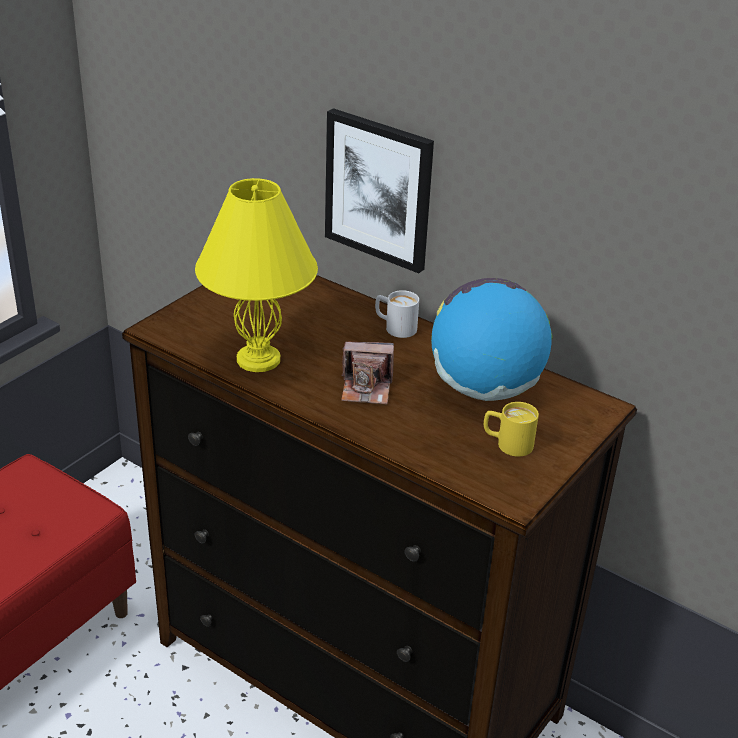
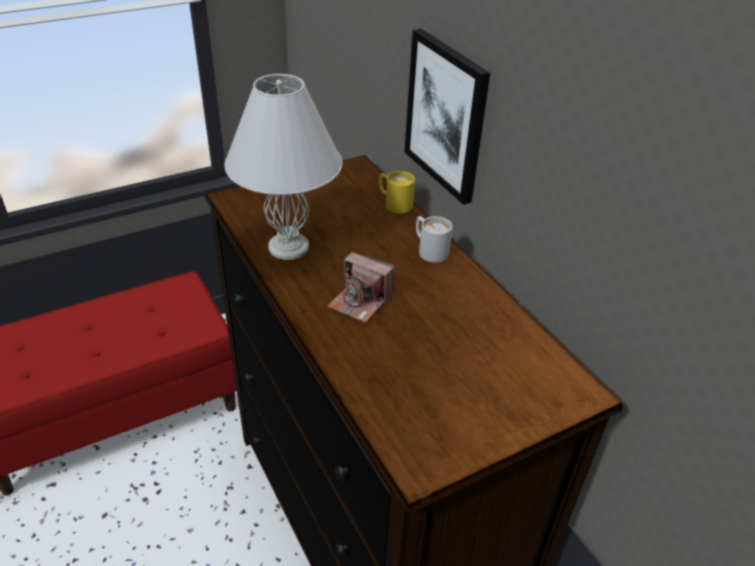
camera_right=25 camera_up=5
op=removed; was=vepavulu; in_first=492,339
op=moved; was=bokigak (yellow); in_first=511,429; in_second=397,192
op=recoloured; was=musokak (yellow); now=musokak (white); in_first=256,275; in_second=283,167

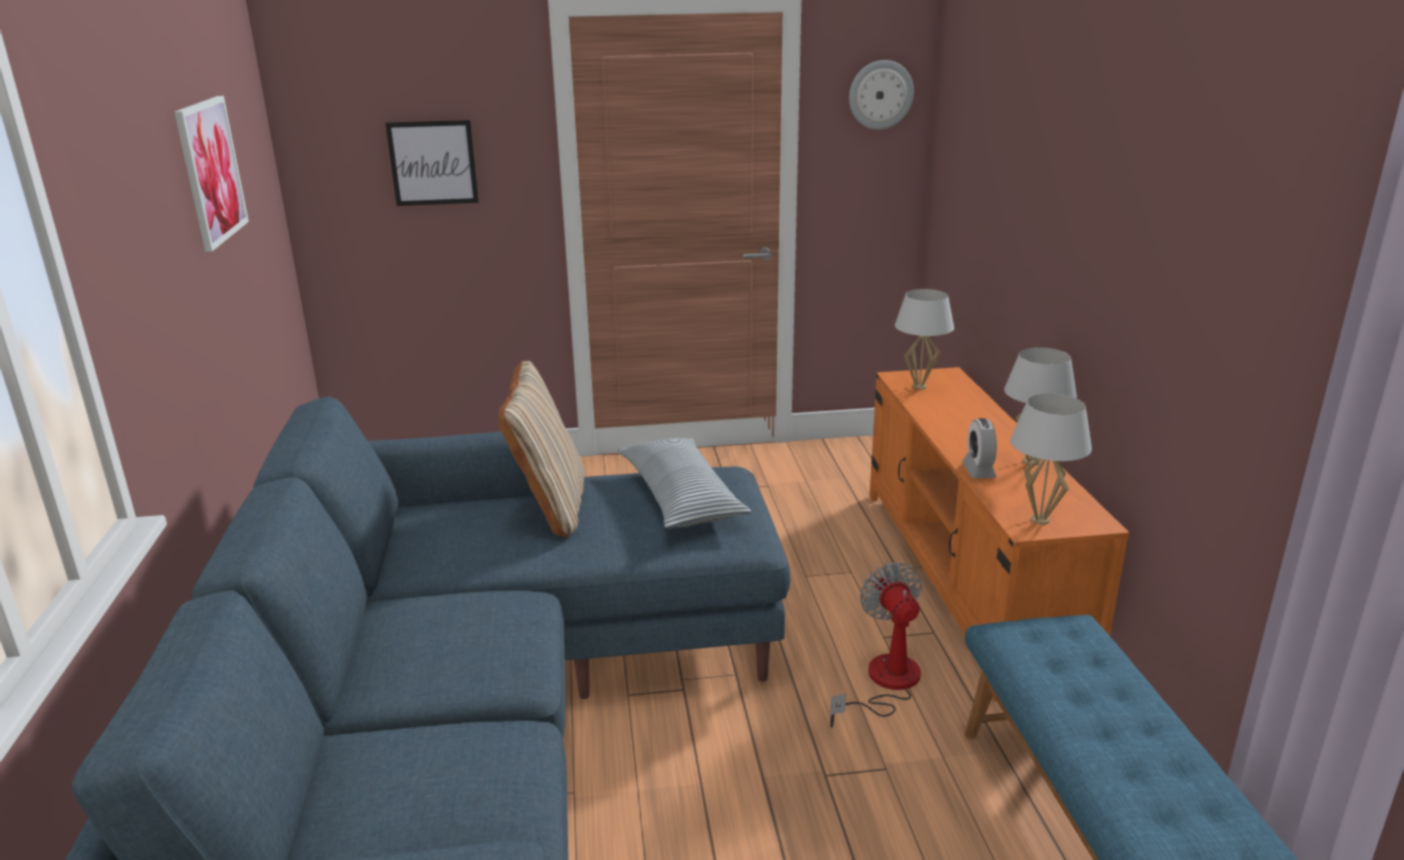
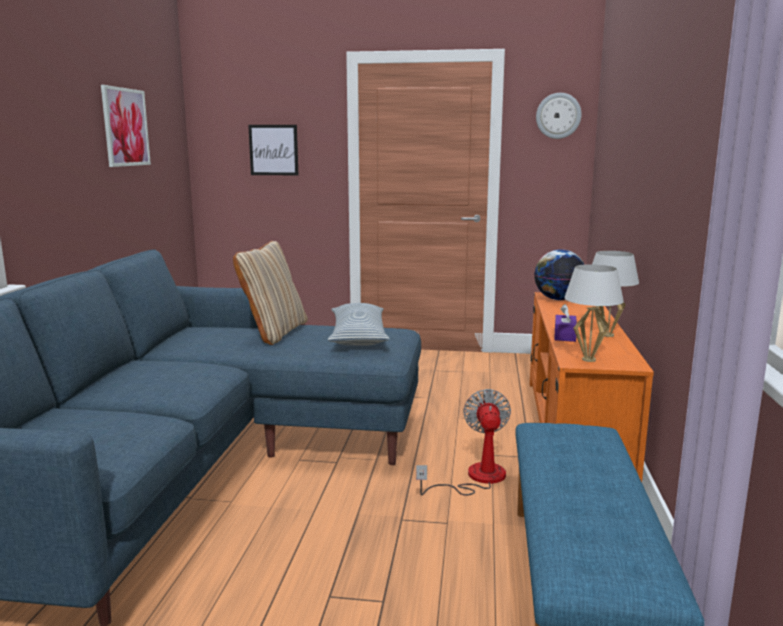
camera_right=15 camera_up=-10
op=replaced; was=musokak (white); now=vepavulu; in_first=924,339; in_second=559,274
op=replaced; was=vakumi; now=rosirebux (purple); in_first=979,448; in_second=566,323

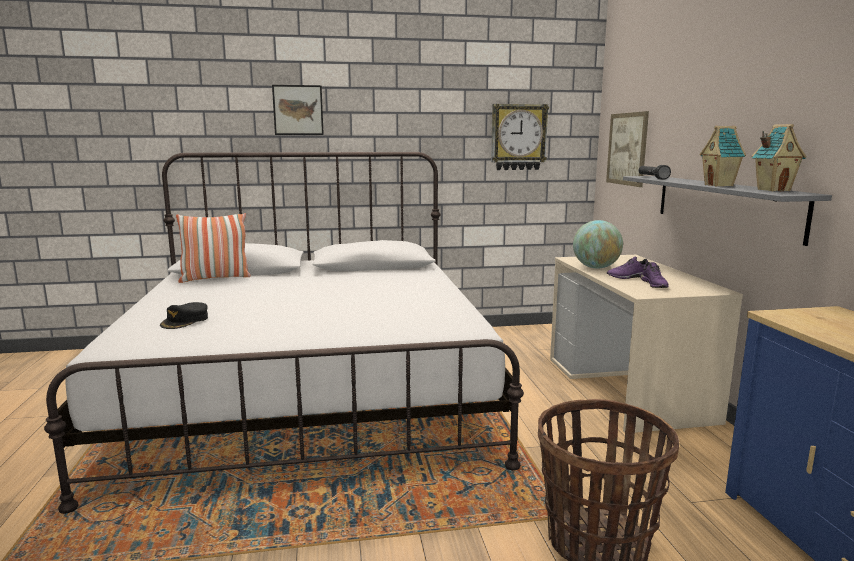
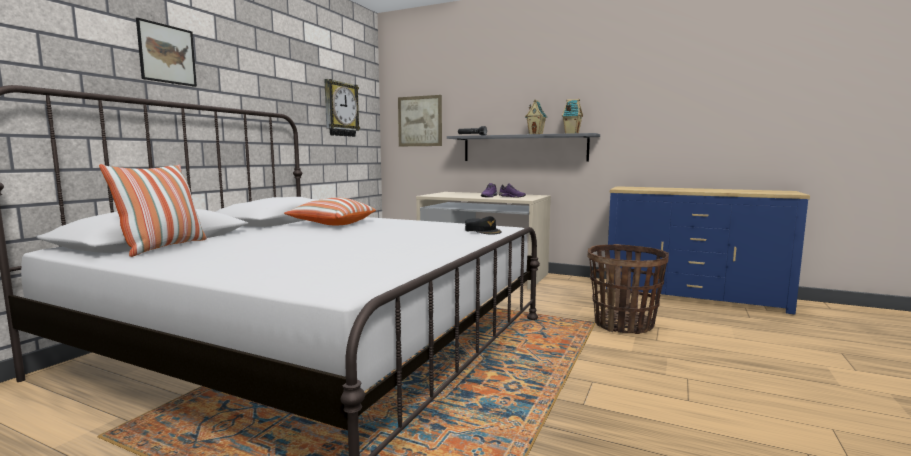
camera_right=-55 camera_up=-5
op=removed; was=vepavulu; in_first=598,244
op=added; now=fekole; in_second=330,211
op=moved; was=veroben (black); in_first=184,315; in_second=483,225

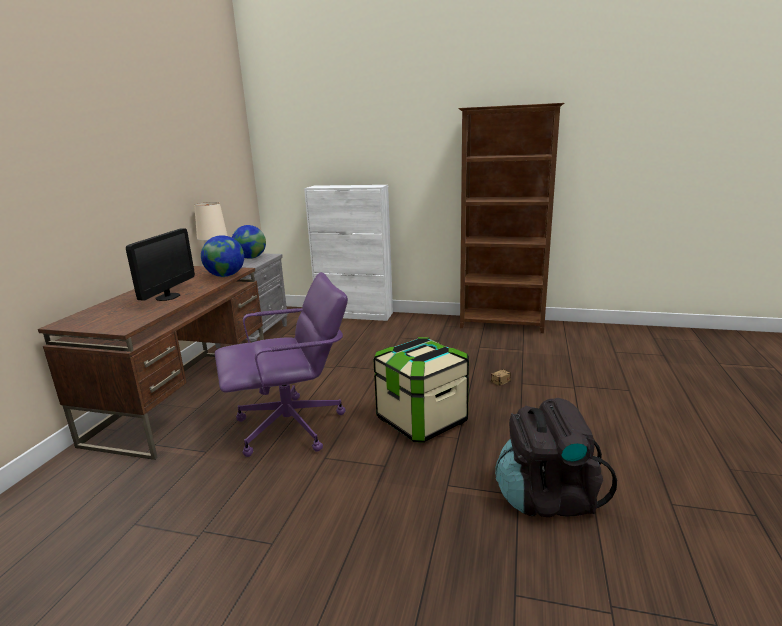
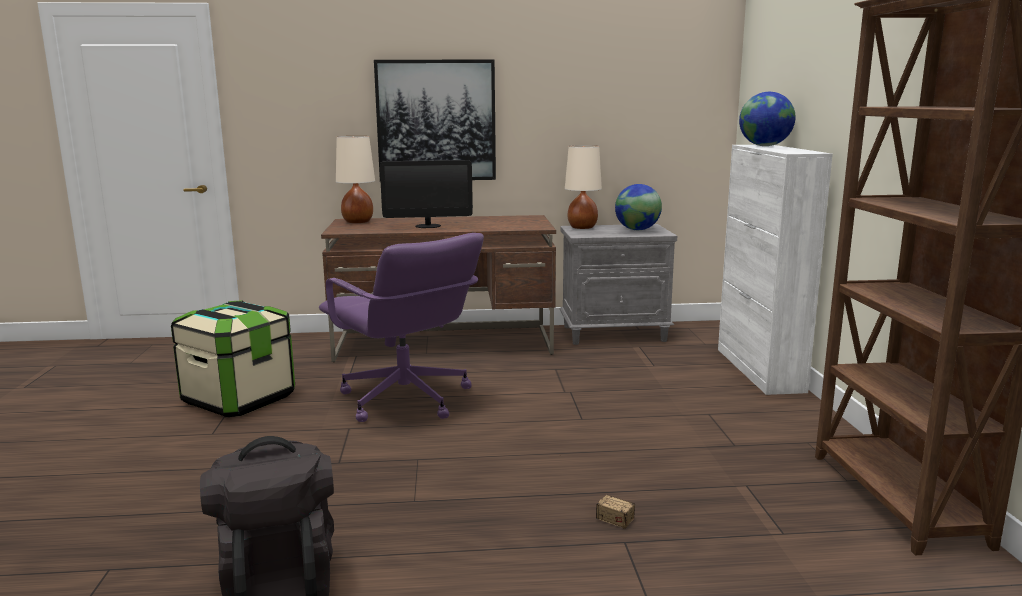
camera_right=70 camera_up=-5
op=added; now=musokak (beige); in_second=355,179
op=added; now=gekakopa; in_second=435,121
op=moved; was=vepavulu; in_first=222,256; in_second=767,119
op=moved; was=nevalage; in_first=421,390; in_second=233,358

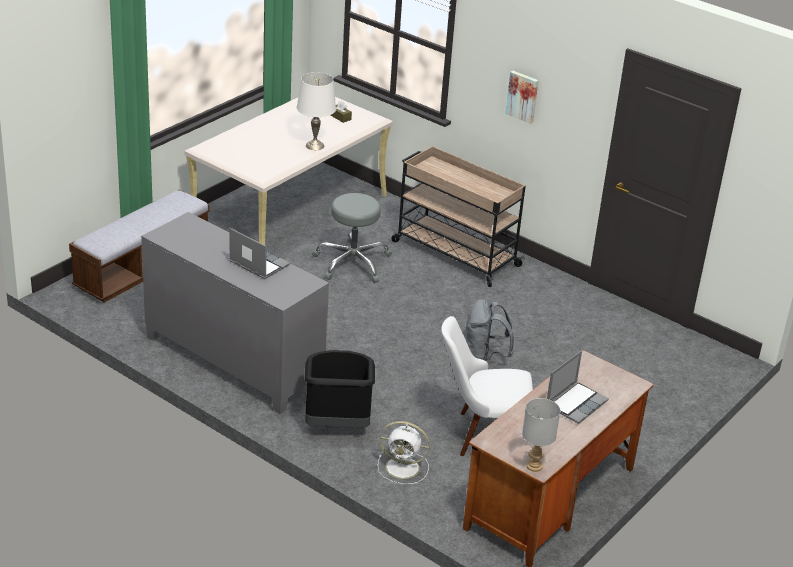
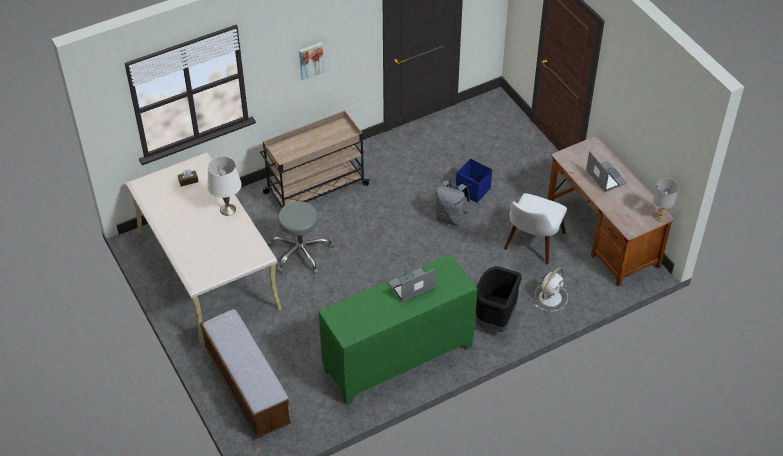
camera_right=-65 camera_up=15
op=added; now=nevalage (blue); in_second=474,180
op=recoloured; was=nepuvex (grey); now=nepuvex (green); in_first=235,313; in_second=398,329

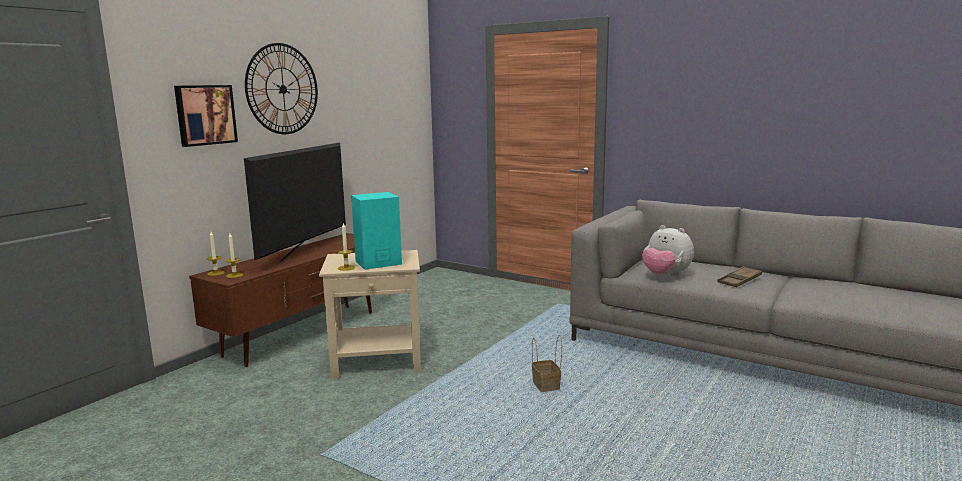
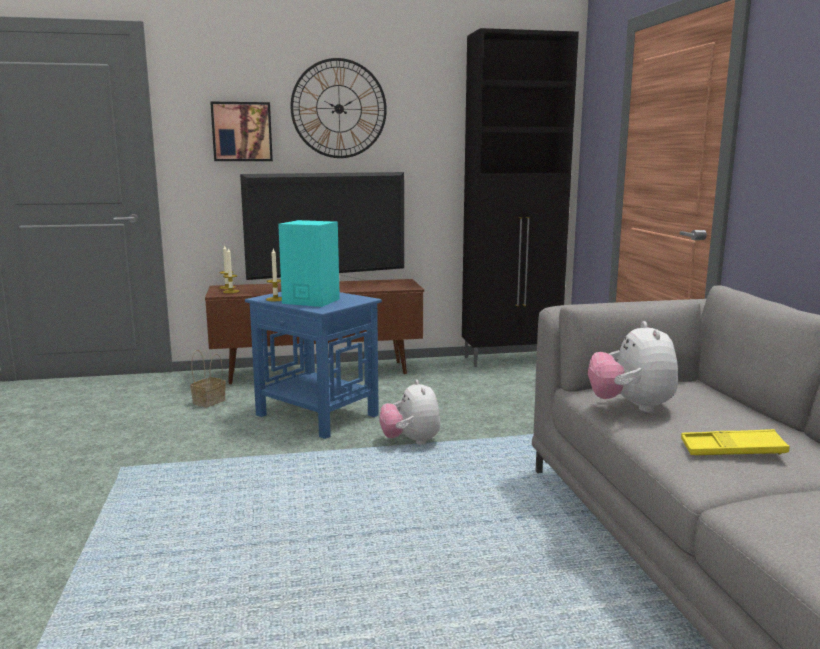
camera_right=45 camera_up=0
op=added; now=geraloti; in_second=410,412
op=added; now=nepuvex (black); in_second=520,197
op=moved; was=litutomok; in_first=547,363; in_second=208,379
op=recoloured; was=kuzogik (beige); now=kuzogik (blue); in_first=370,314; in_second=313,365
op=recoloured; was=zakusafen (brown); now=zakusafen (yellow); in_first=739,276; in_second=735,442

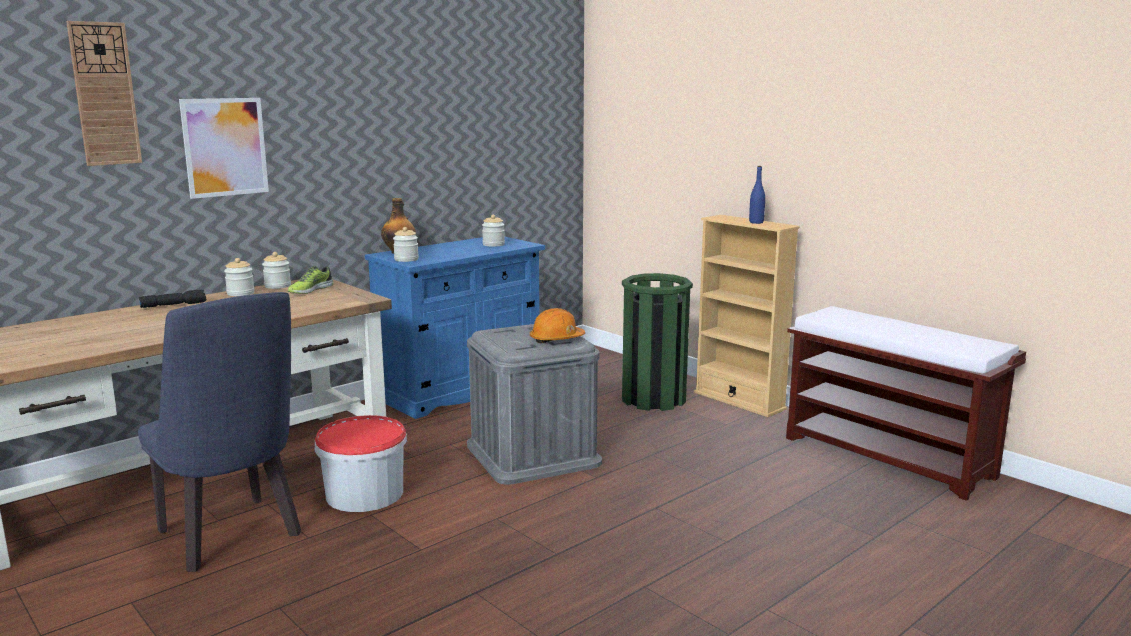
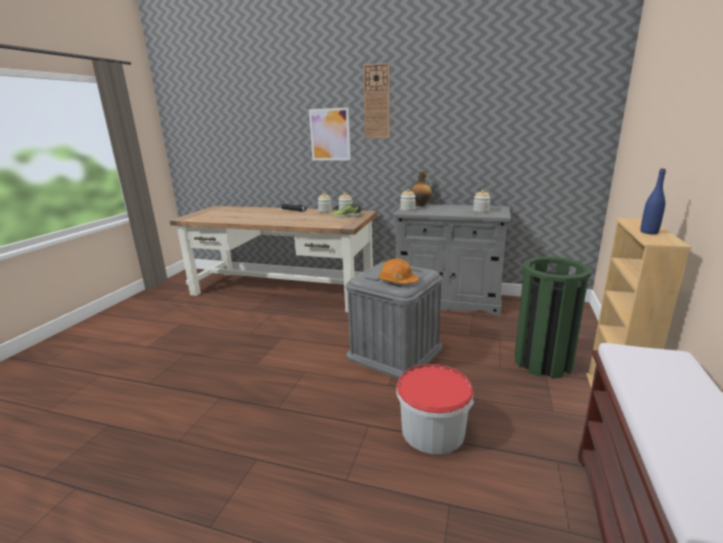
camera_right=60 camera_up=5
op=removed; was=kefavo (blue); in_first=220,432
op=moved; was=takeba; in_first=104,93; in_second=376,101
op=moved; was=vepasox; in_first=360,463; in_second=435,409
op=recoloured; was=nepuvex (blue); now=nepuvex (grey); in_first=455,327; in_second=452,260

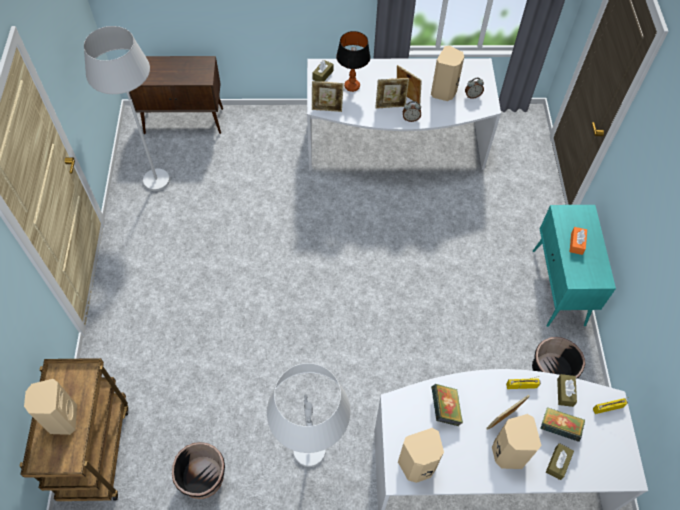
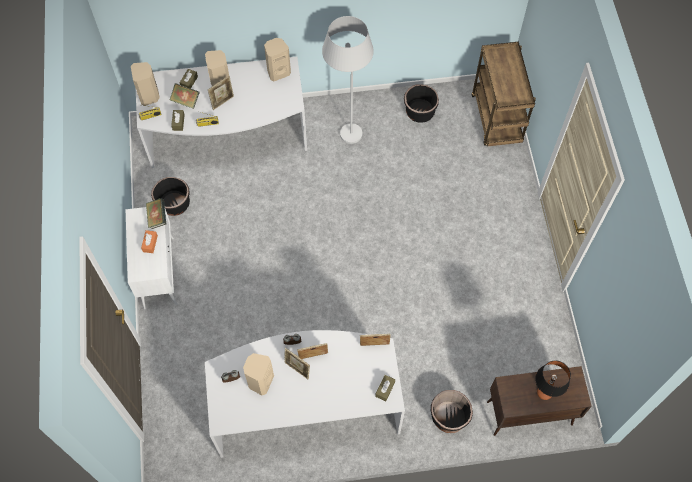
camera_right=175 camera_up=5
op=removed; was=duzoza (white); in_first=127,108
op=added; now=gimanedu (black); in_second=452,411
op=moved; was=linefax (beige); in_first=50,407; in_second=145,84
op=moved; was=musokak; in_first=353,61; in_second=553,380
op=moved; was=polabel; in_first=447,405; in_second=156,213
op=recoloured; was=nepuvex (turquoise); now=nepuvex (white); in_first=574,266; in_second=151,258

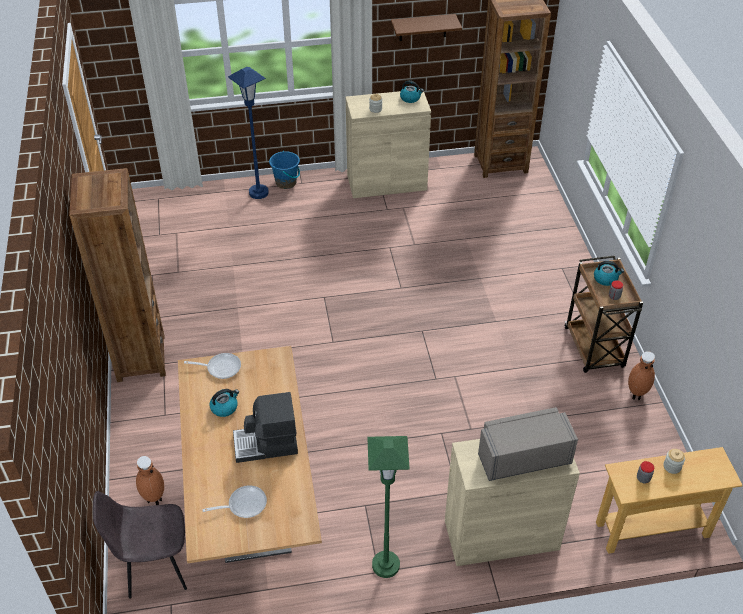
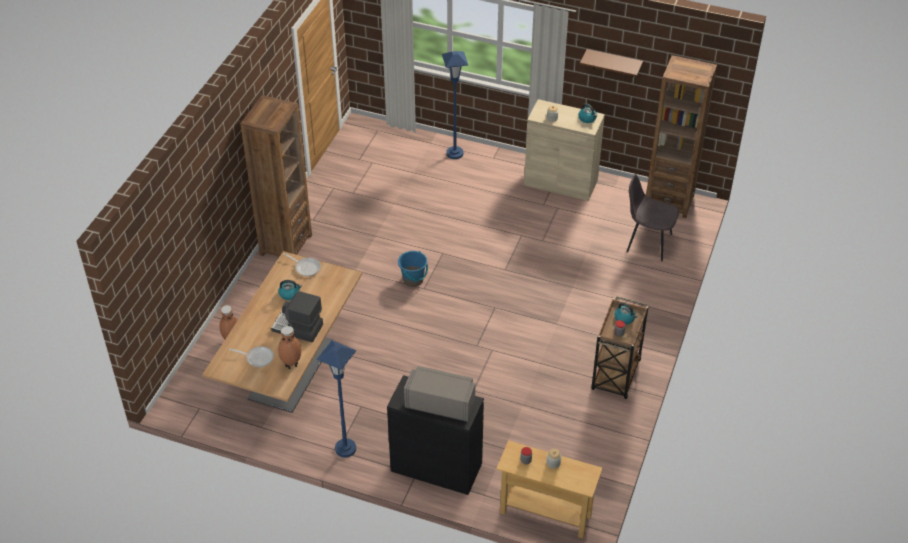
camera_right=30 camera_up=0
op=moved; was=kefavo (grey); in_first=140,545; in_second=652,217
op=moved; was=vepasox (blue); in_first=284,170; in_second=413,269
op=moved; was=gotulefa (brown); in_first=641,375; in_second=289,347
op=recoloured; was=duzoza (green); now=duzoza (blue); in_first=388,507; in_second=336,399
op=recoloured; was=nepuvex (beige); now=nepuvex (black); in_first=512,502; in_second=435,435

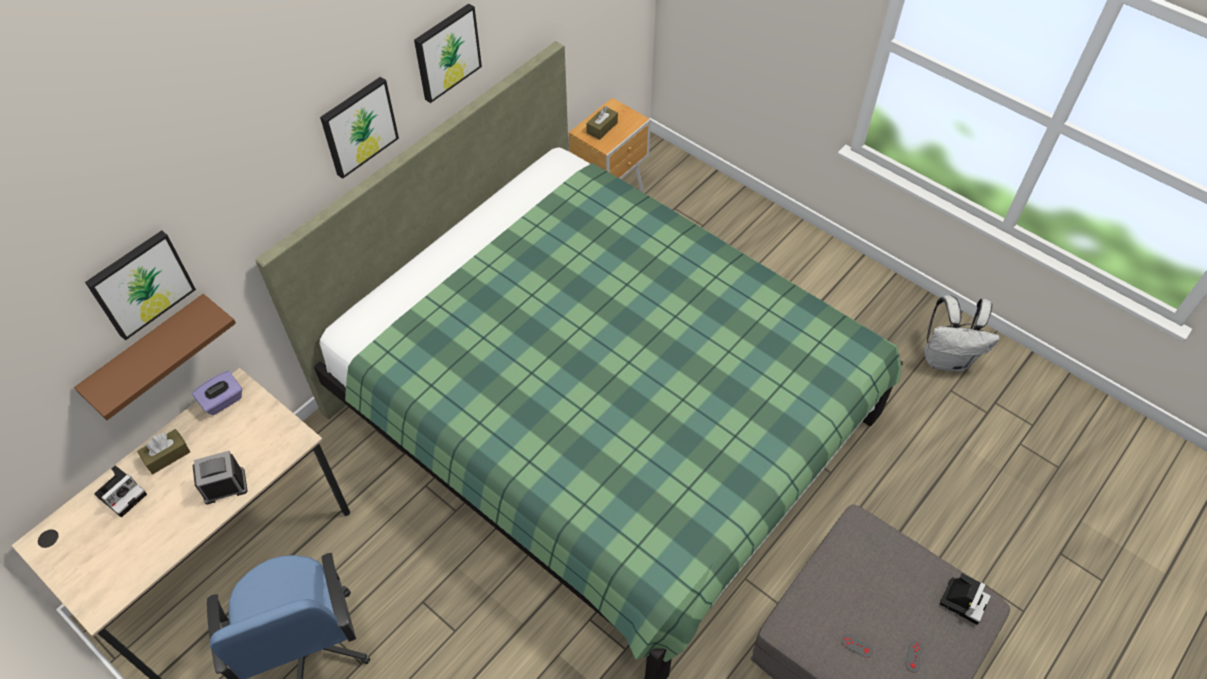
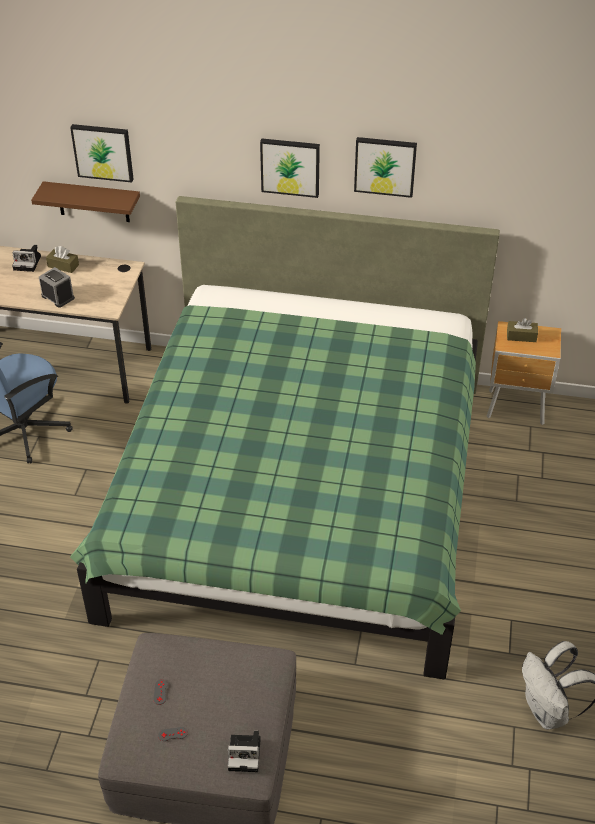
camera_right=60 camera_up=-10
op=removed; was=rosirebux (purple); in_first=217,393

